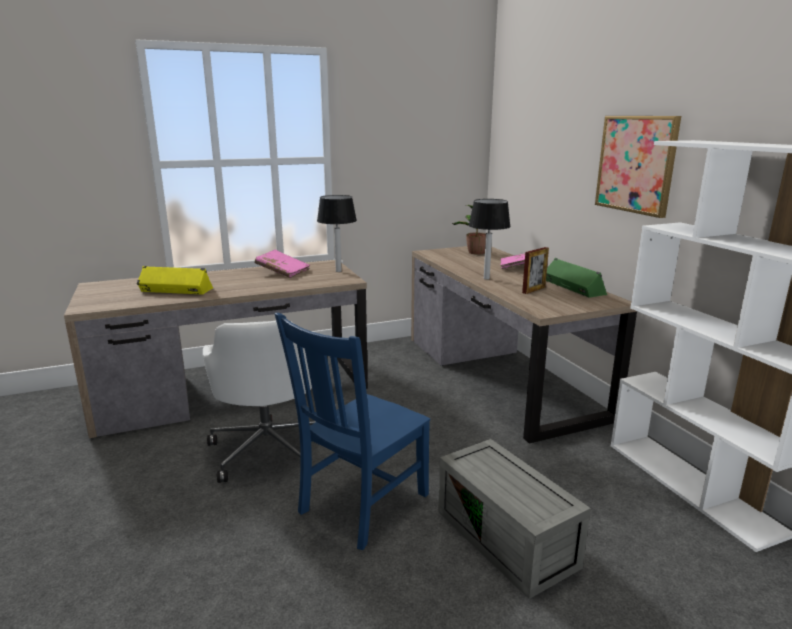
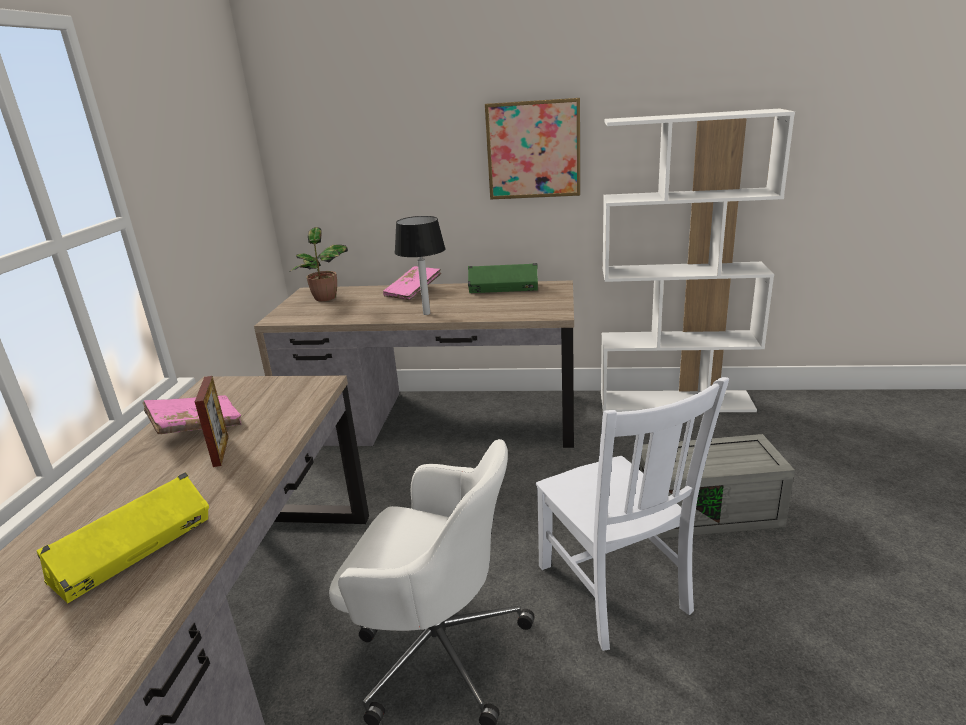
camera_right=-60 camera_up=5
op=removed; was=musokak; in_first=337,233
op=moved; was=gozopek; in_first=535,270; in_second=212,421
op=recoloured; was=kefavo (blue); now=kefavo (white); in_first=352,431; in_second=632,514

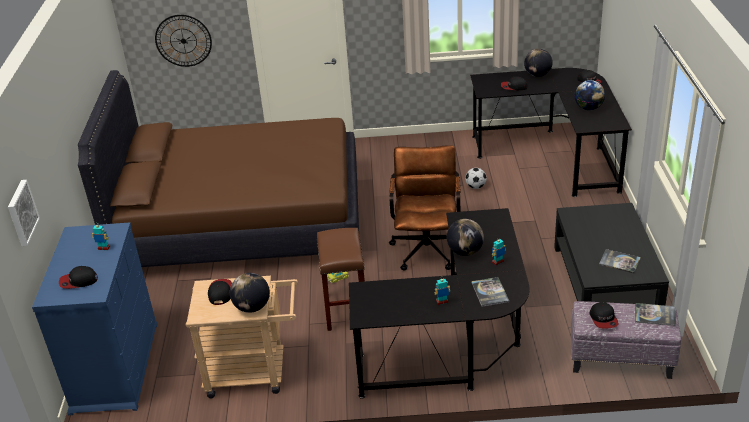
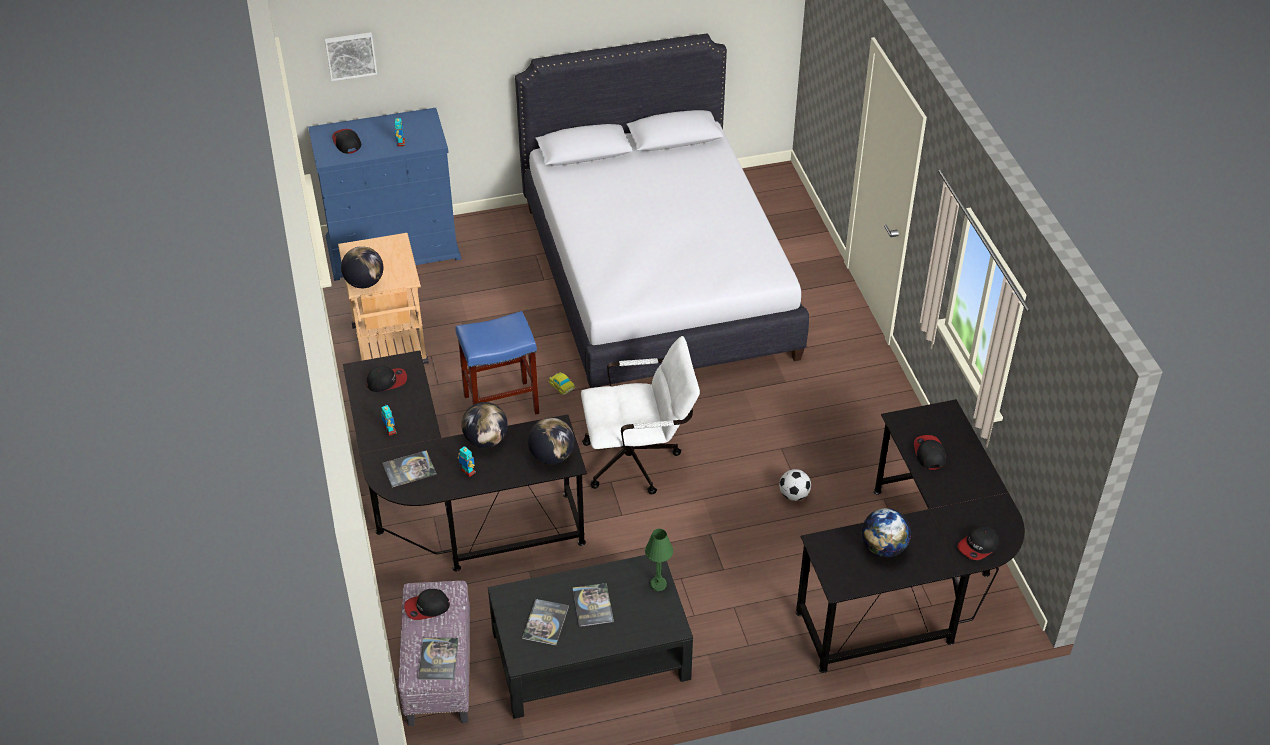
camera_right=75 camera_up=10
op=removed; was=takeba; in_first=183,41
op=added; now=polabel; in_second=593,605
op=added; now=musokak (green); in_second=659,560
op=moved; was=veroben; in_first=220,292; in_second=386,379
op=moved; was=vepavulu; in_first=538,63; in_second=551,441
op=recoloured; was=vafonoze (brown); now=vafonoze (white); in_first=218,168; in_second=662,211
op=recoloured; was=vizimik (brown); now=vizimik (blue); in_first=341,279; in_second=497,363
op=recoloured; was=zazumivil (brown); now=zazumivil (white); in_first=424,208; in_second=640,415

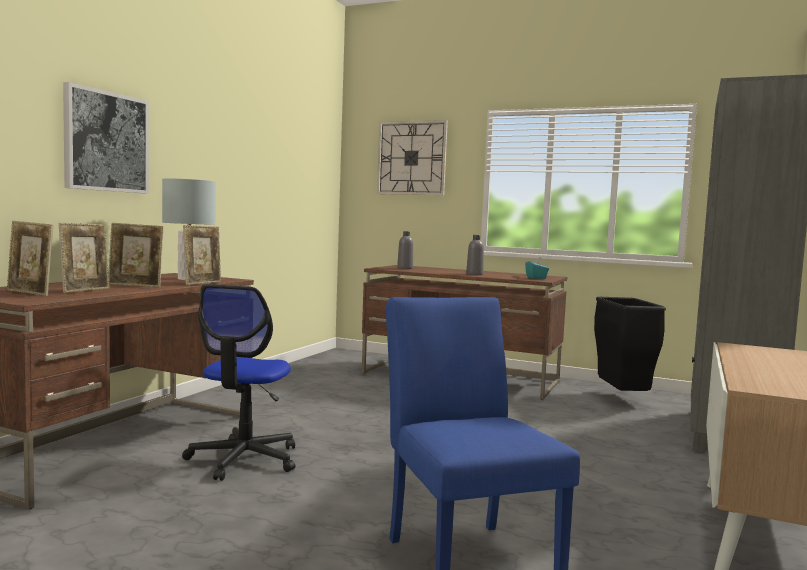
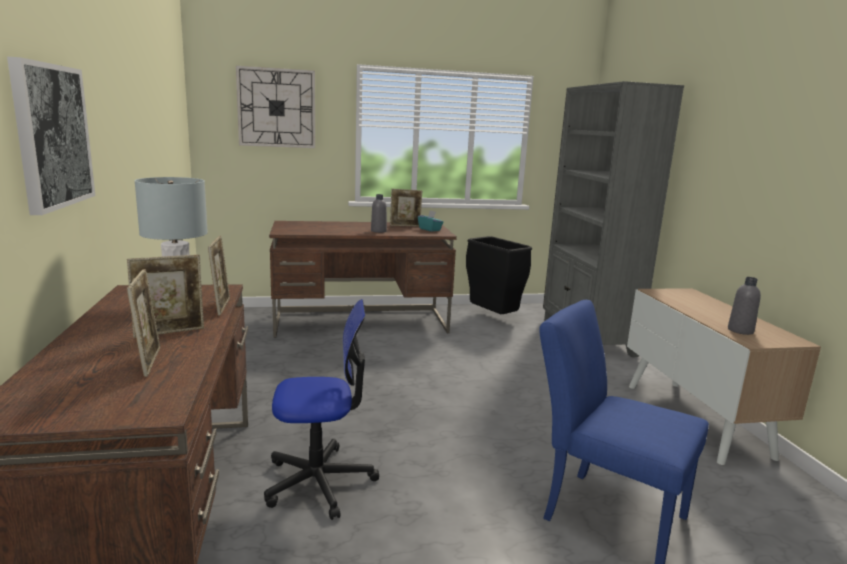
camera_right=-35 camera_up=10
op=moved; was=gozopek; in_first=30,258; in_second=406,208
op=moved; was=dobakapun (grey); in_first=405,250; in_second=744,306
op=turned; was=zazumivil; in_first=238,382; in_second=321,409; clockwise=-75

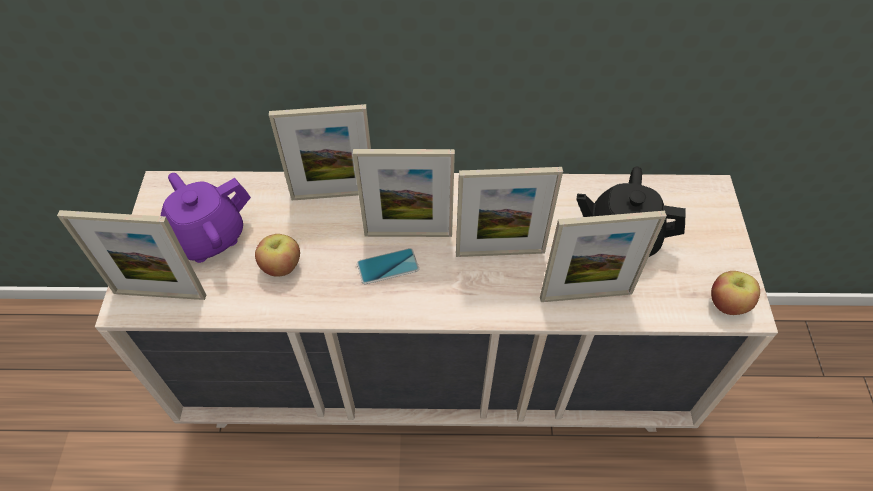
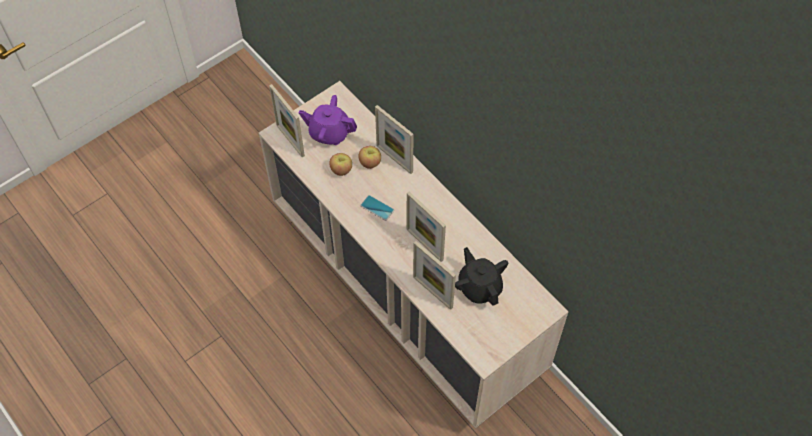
camera_right=50 camera_up=5
op=removed; was=gozopek; in_first=404,193
op=moved; was=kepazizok; in_first=735,293; in_second=369,157

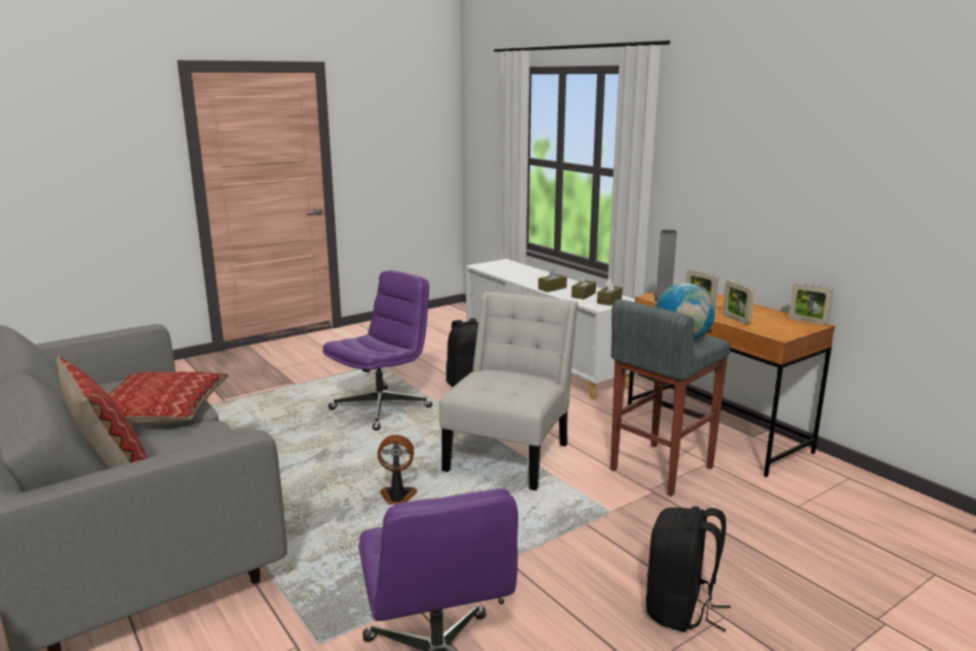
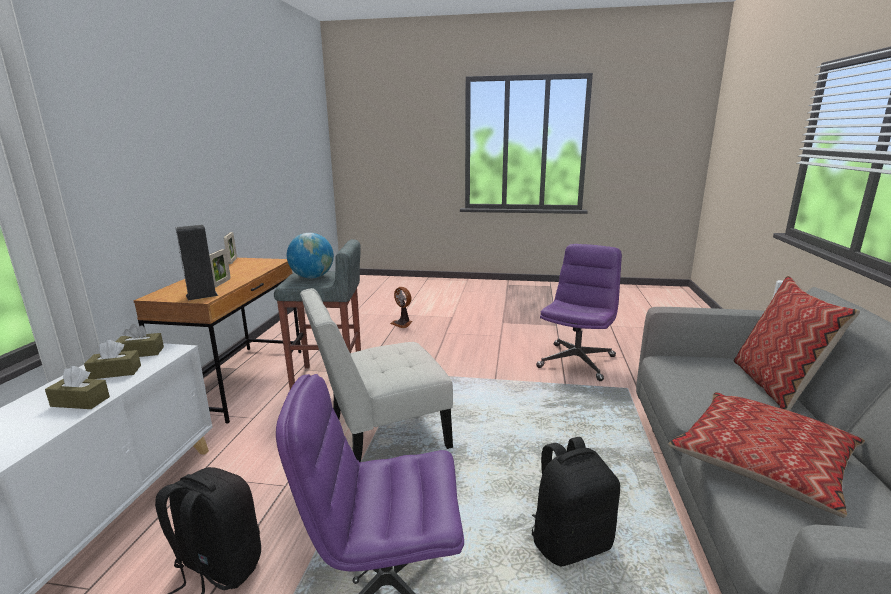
camera_right=-135 camera_up=0
op=removed; was=gozopek; in_first=738,303
op=moved; was=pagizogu; in_first=397,470; in_second=401,307
op=moved; was=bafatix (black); in_first=688,569; in_second=576,501

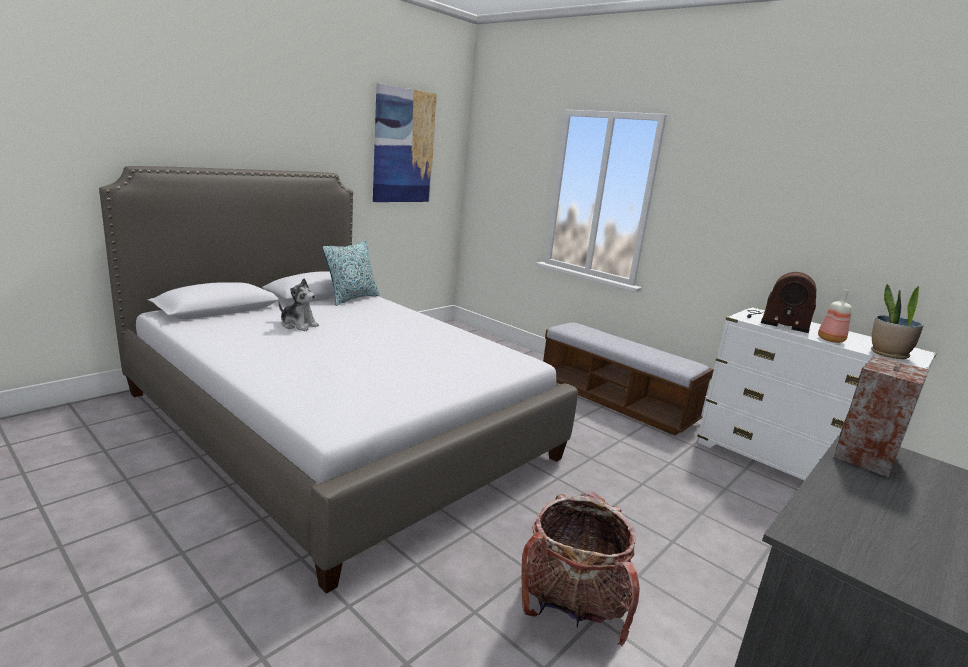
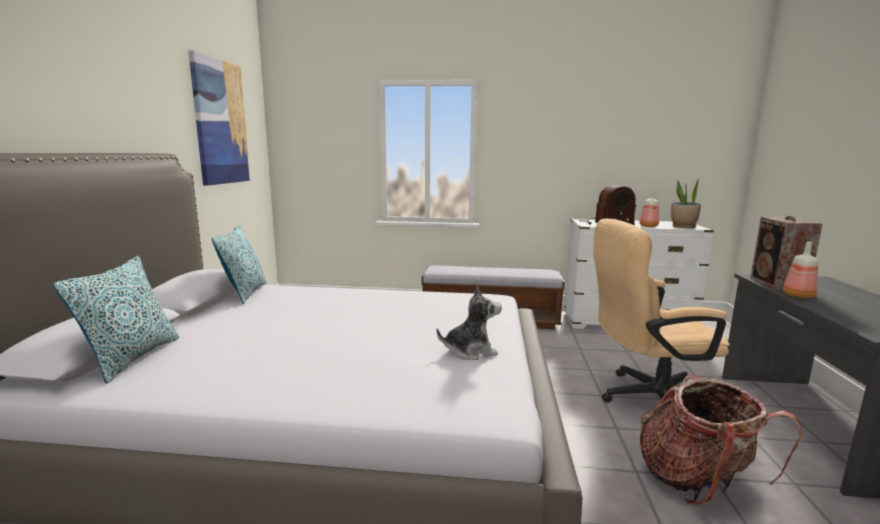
camera_right=-35 camera_up=-5
op=added; now=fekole; in_second=116,320
op=added; now=zazumivil (beige); in_second=661,310
op=added; now=dobakapun; in_second=800,269
op=moved; was=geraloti; in_first=299,304; in_second=469,323

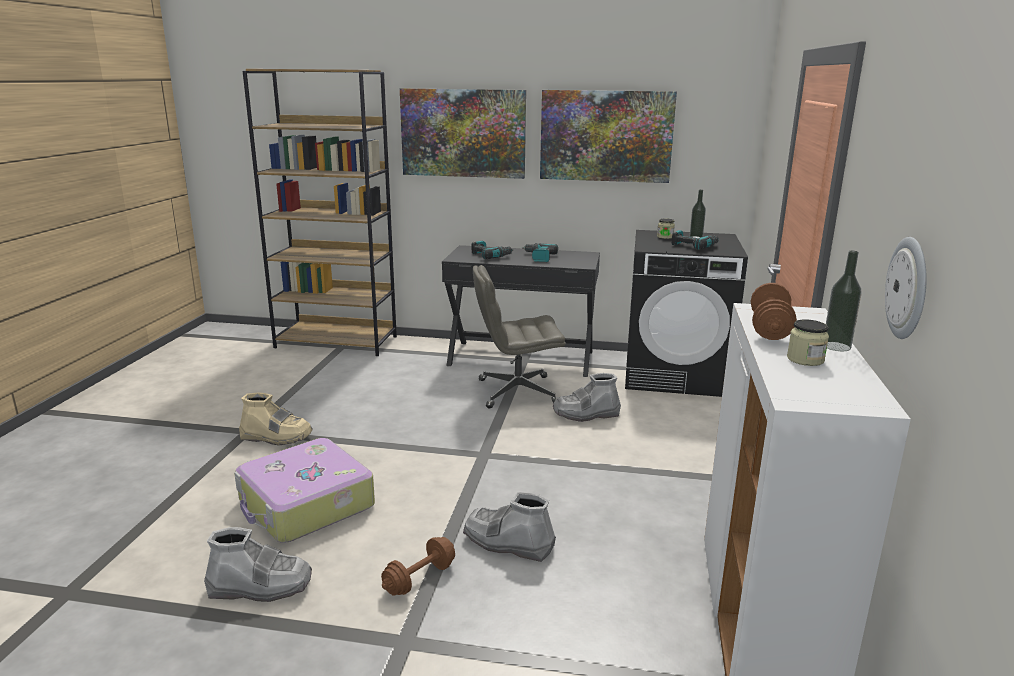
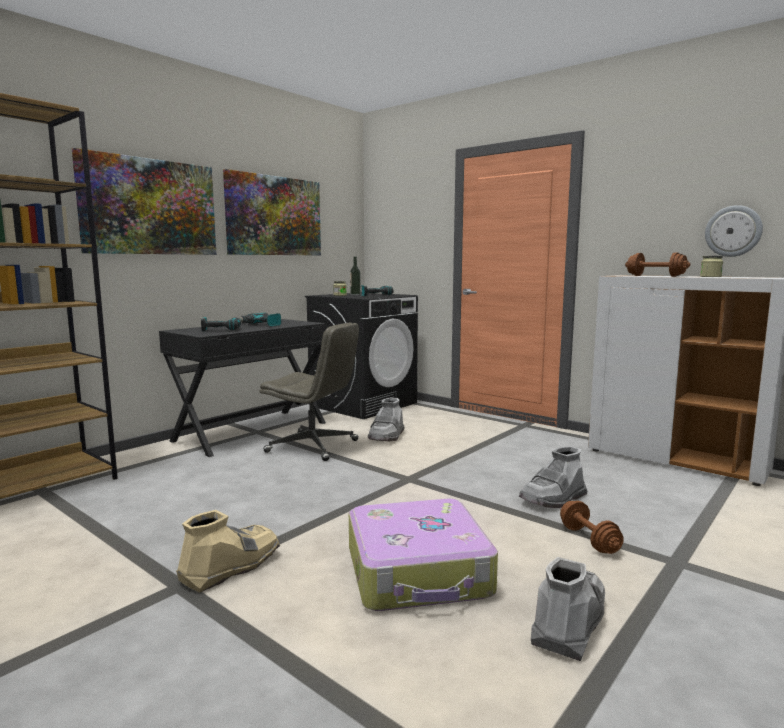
camera_right=-60 camera_up=-10
op=removed; was=dobakapun; in_first=844,301
op=turned; was=zazumivil (grey); in_first=519,337; in_second=309,392; clockwise=-90

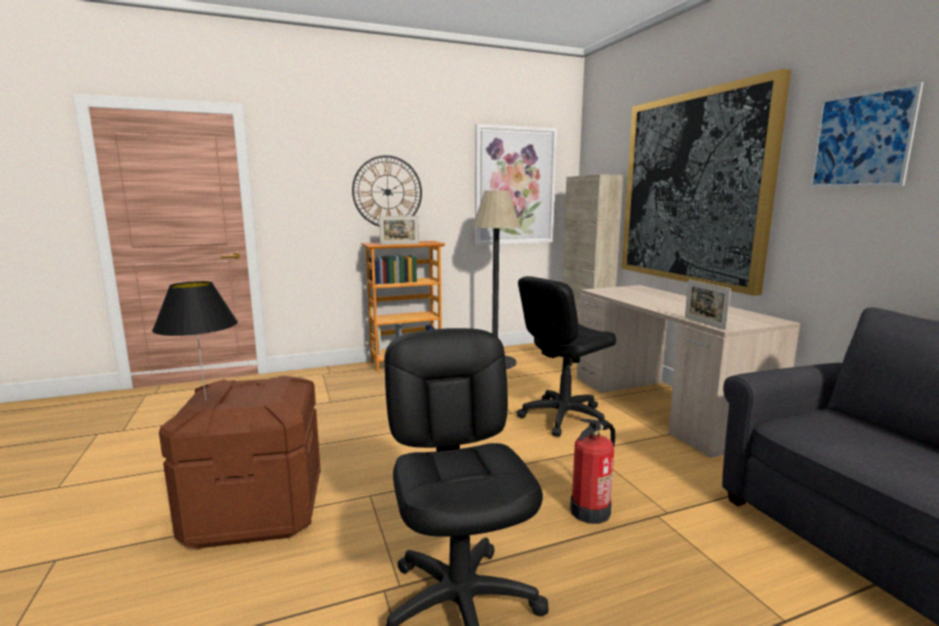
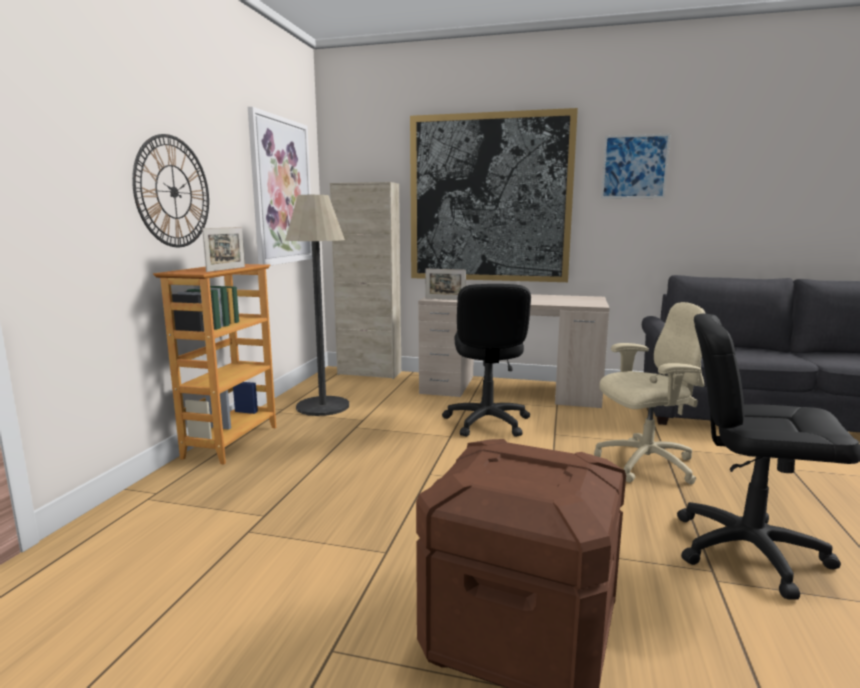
camera_right=-55 camera_up=0
op=removed; was=musokak (black); in_first=195,340
op=moved; was=gozopek; in_first=708,304; in_second=445,284
op=replaced; was=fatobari; now=zazumivil (beige); in_first=592,471; in_second=650,393

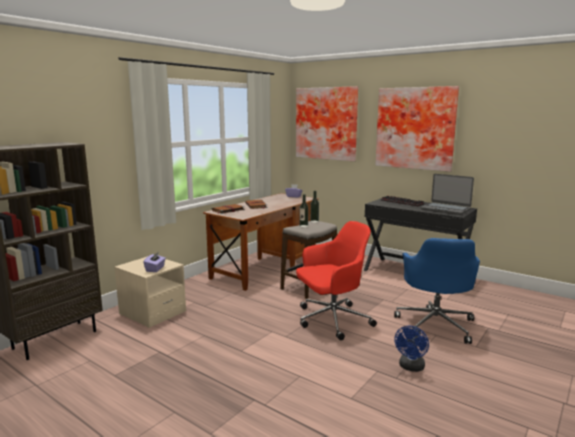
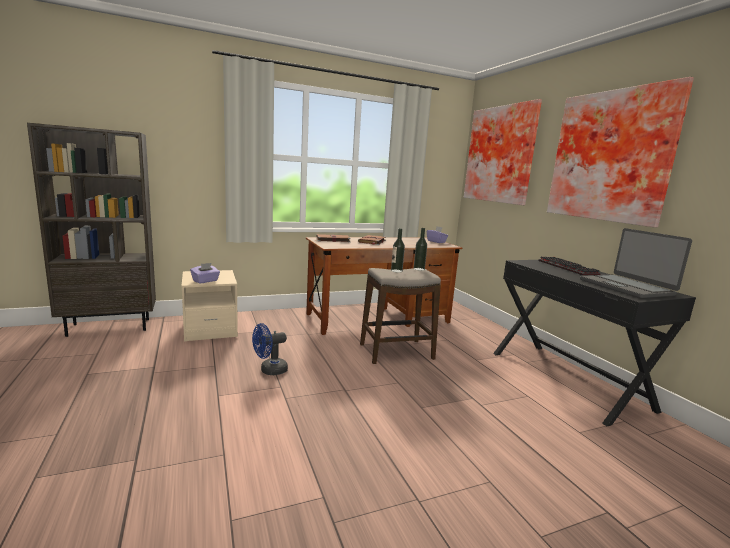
camera_right=30 camera_up=0
op=removed; was=zazumivil (red); in_first=336,280
op=removed; was=zazumivil (blue); in_first=437,291
op=moved; was=pagizogu (blue); in_first=411,349; in_second=270,349

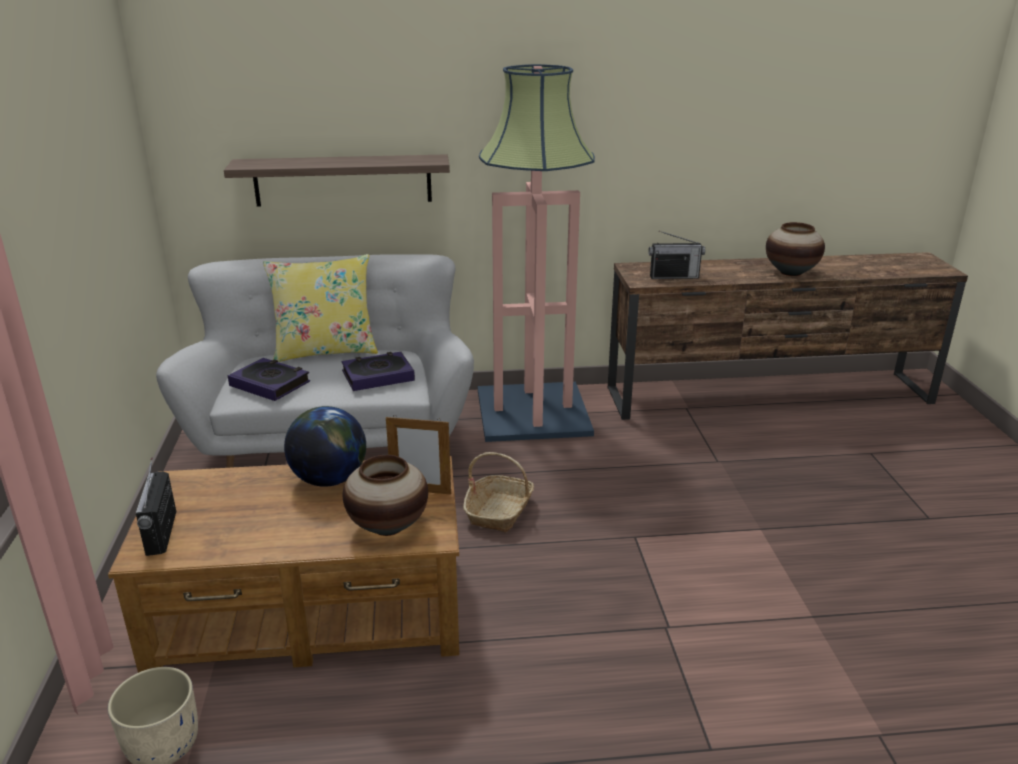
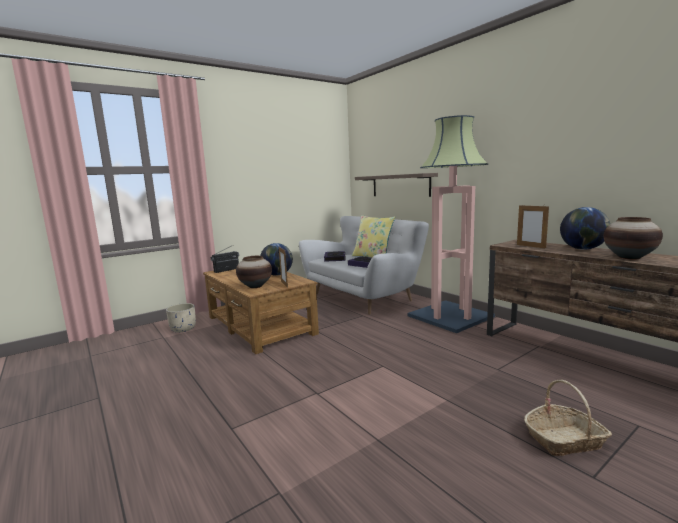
camera_right=60 camera_up=-15
op=added; now=vepavulu; in_second=585,228
op=moved; was=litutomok; in_first=498,492; in_second=568,418
op=replaced; was=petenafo; now=gozopek; in_first=676,255; in_second=533,227

